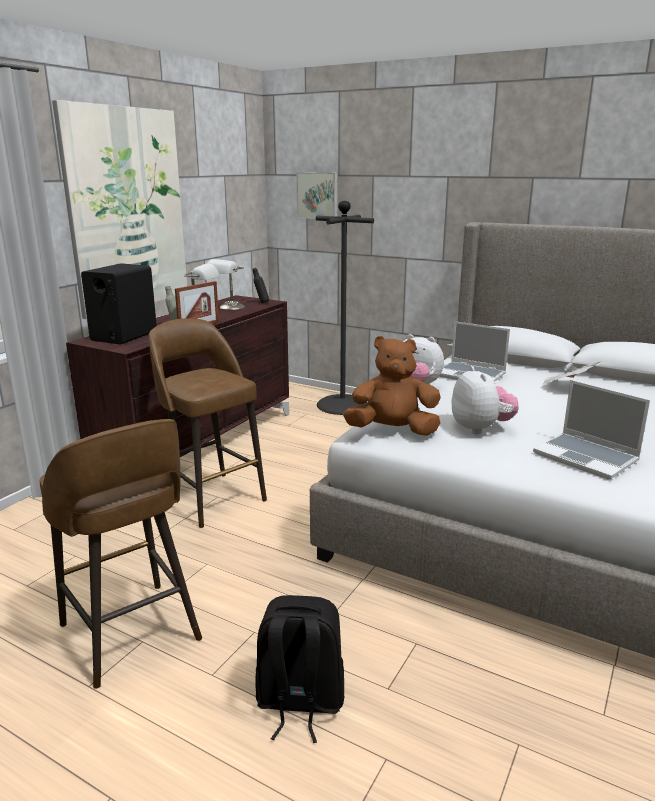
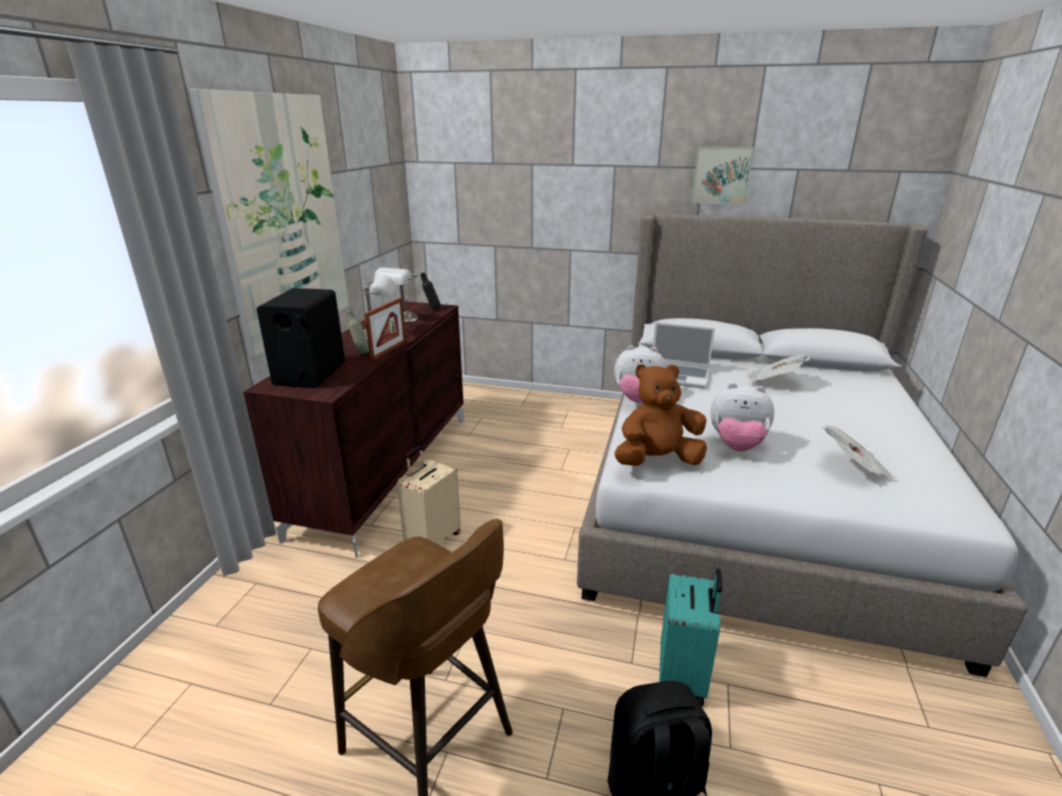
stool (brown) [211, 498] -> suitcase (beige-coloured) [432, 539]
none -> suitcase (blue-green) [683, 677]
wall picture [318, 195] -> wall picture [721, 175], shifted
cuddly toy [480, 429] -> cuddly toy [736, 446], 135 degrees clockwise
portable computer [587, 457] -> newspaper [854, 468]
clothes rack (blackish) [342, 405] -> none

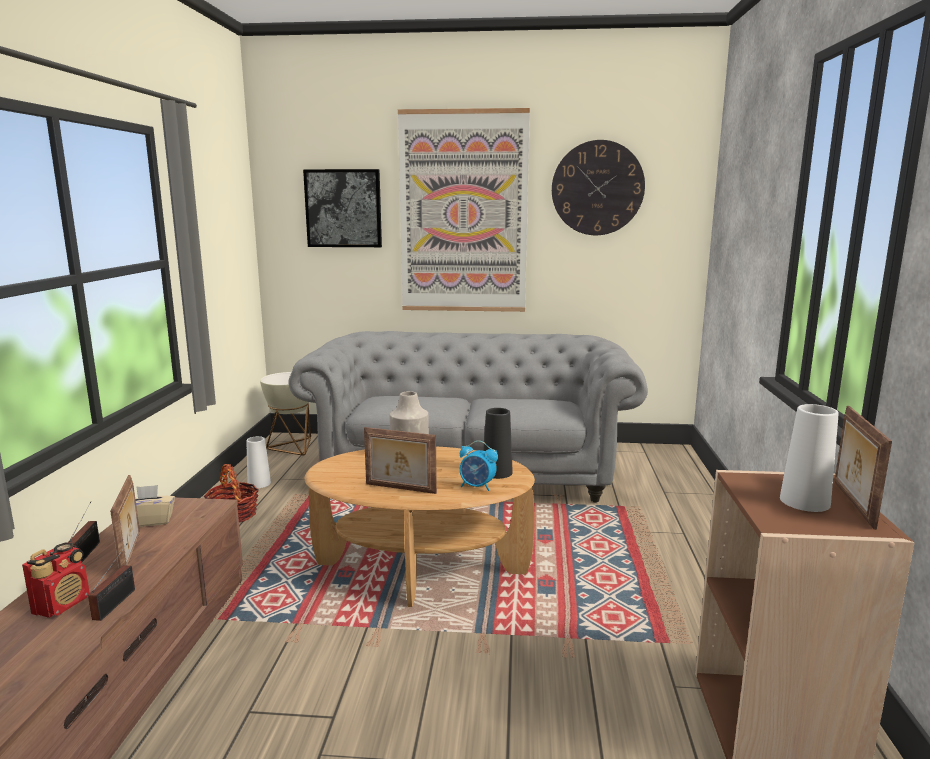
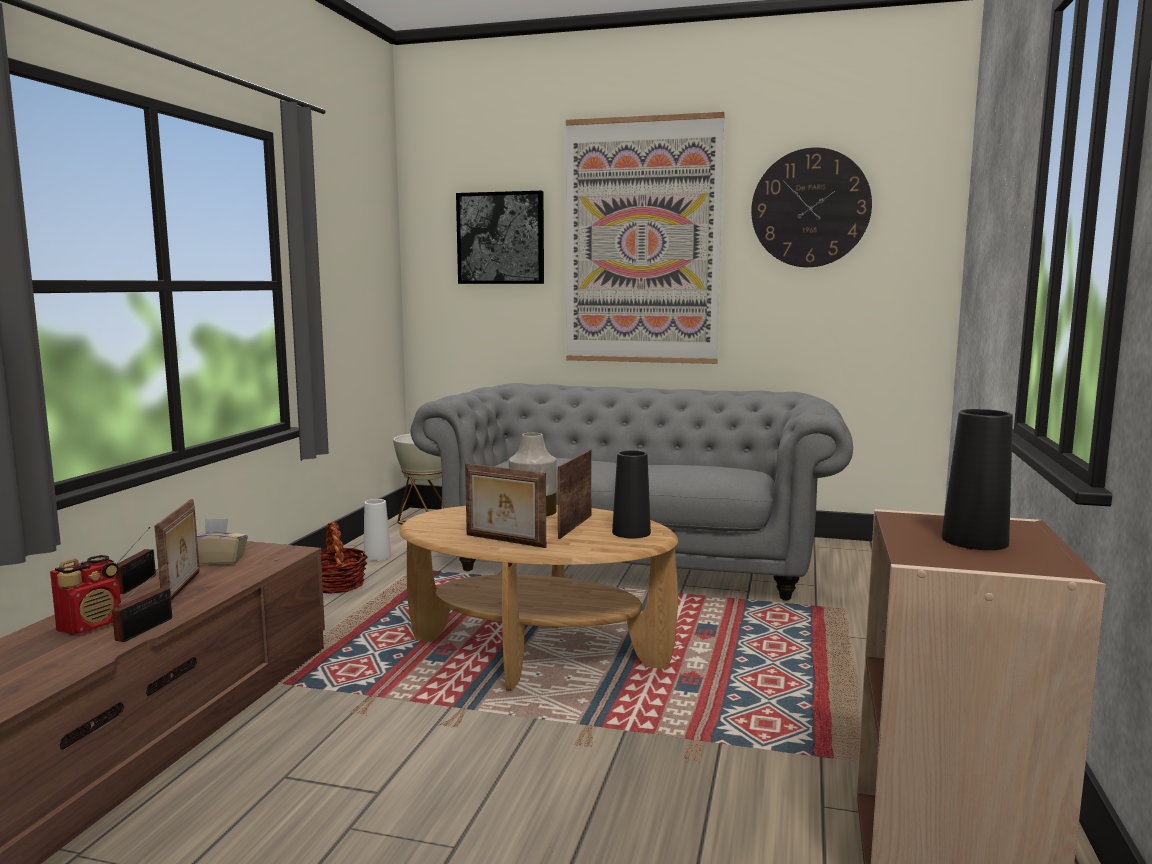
picture frame [851, 504] -> picture frame [573, 526], shifted
flower vase (white-coloured) [804, 501] -> flower vase (blackish) [974, 541]
table clock [477, 487] -> none

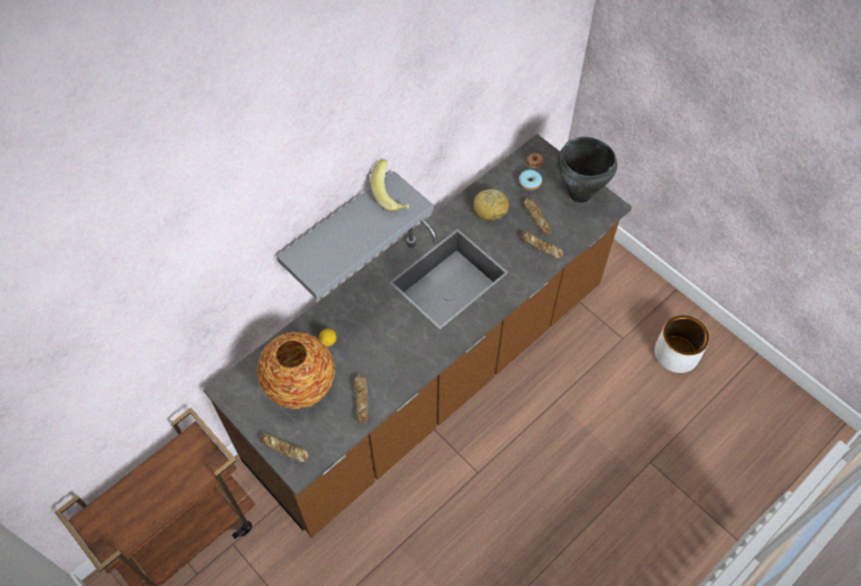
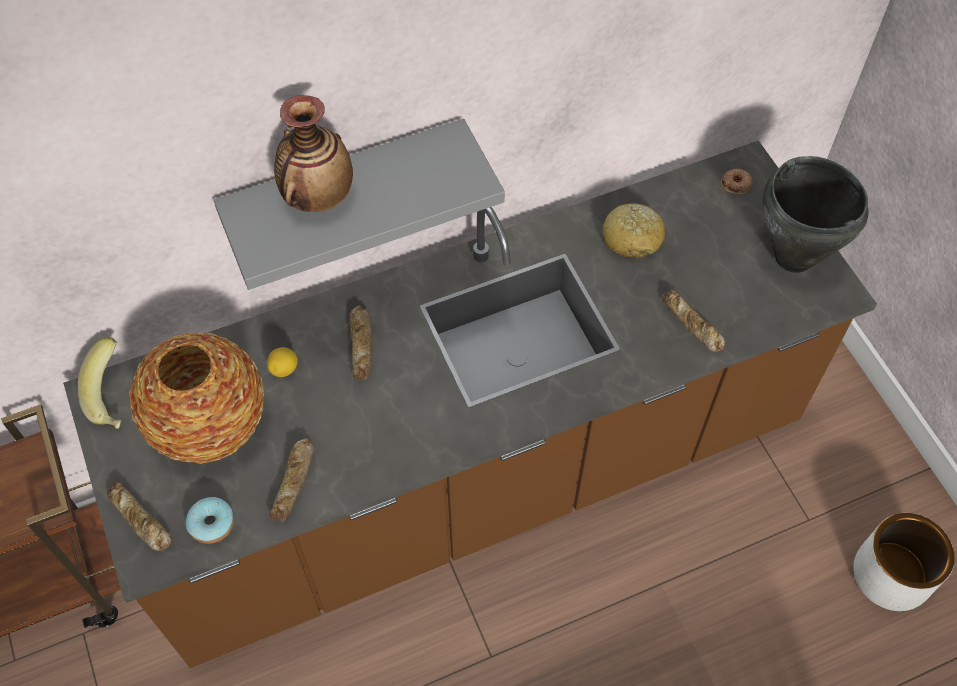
whole banana [392, 195] -> whole banana [114, 396], shifted
ring doughnut [529, 183] -> ring doughnut [212, 524], shifted
none -> flower vase [317, 196]
bakery bread [537, 218] -> bakery bread [361, 345], shifted

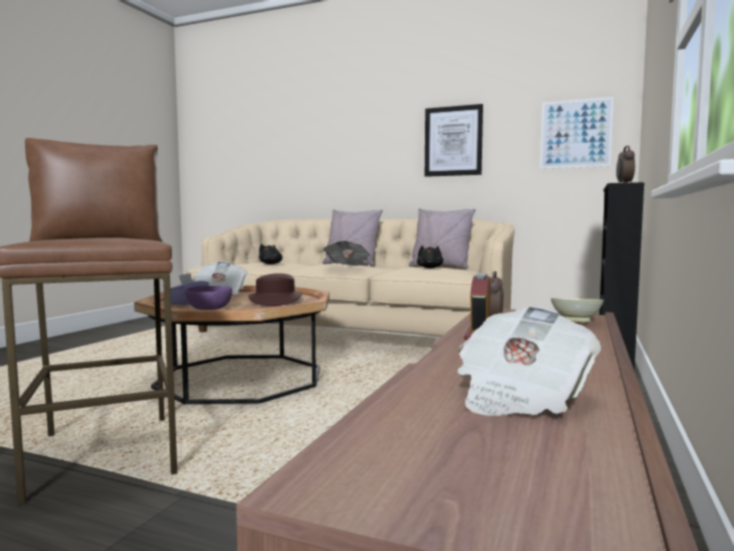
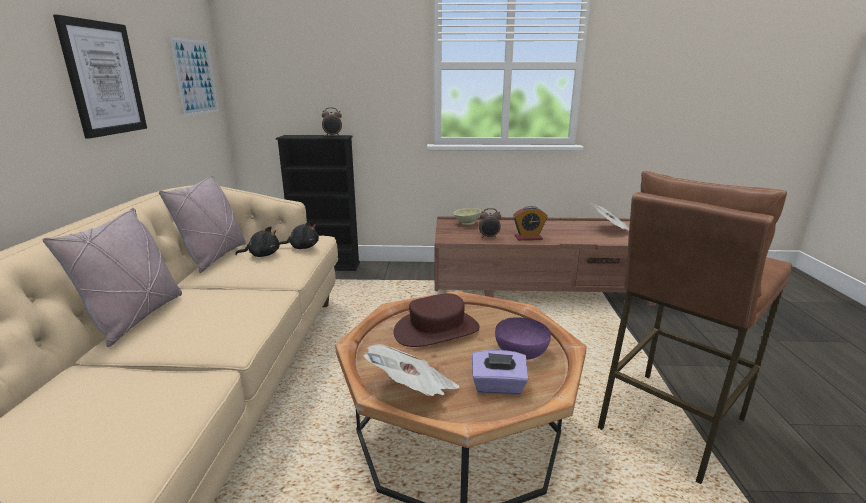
cuddly toy (blackish) [271, 264] -> cuddly toy (blackish) [302, 247], shifted
newspaper [348, 267] -> none

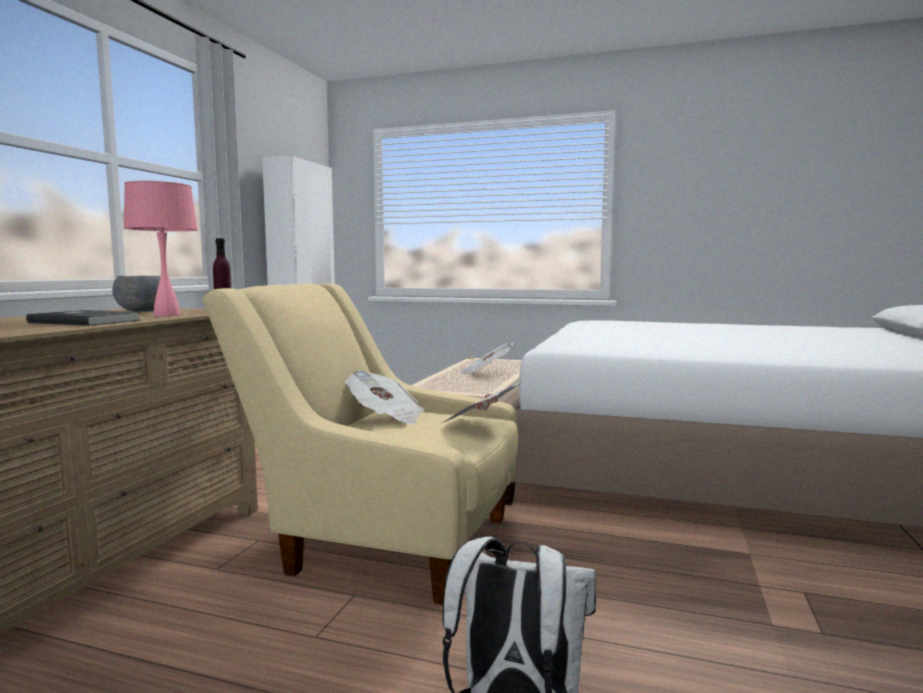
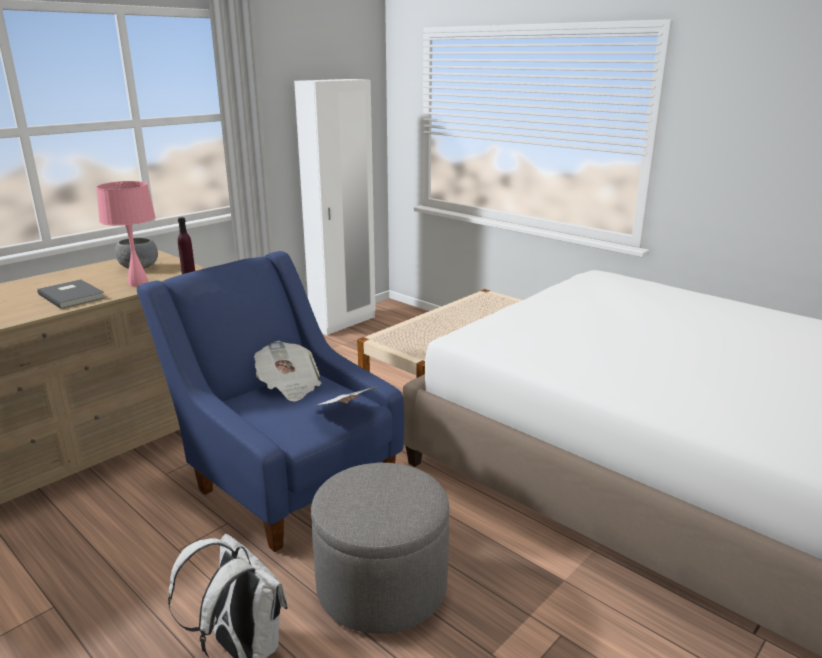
easy chair (beige-coloured) [383, 540] -> easy chair (blue-coloured) [287, 478]
none -> pouffe (grey) [382, 585]
newspaper [485, 373] -> none

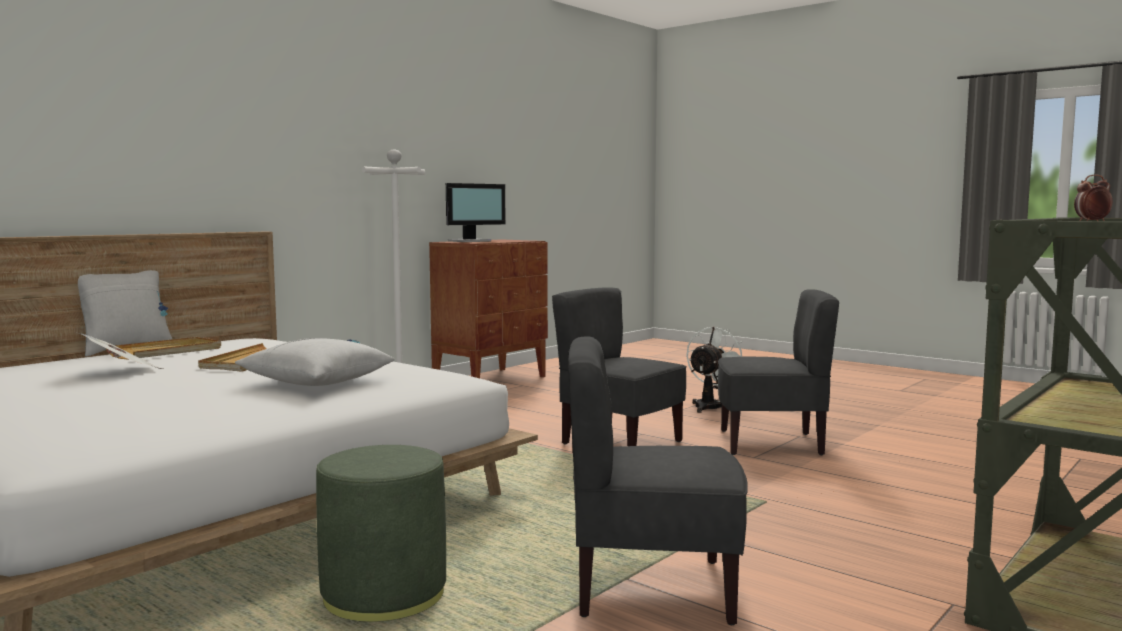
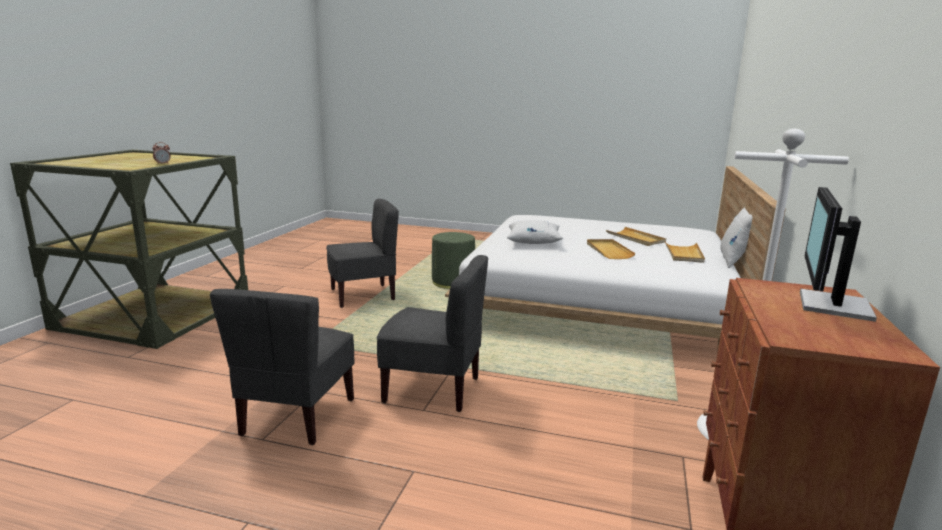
plain chair (grey) [771, 443] -> plain chair (grey) [296, 417], 60 degrees counterclockwise
newspaper [122, 371] -> carrying tray (beige-coloured) [635, 238]
fan (white-coloured) [710, 406] -> none

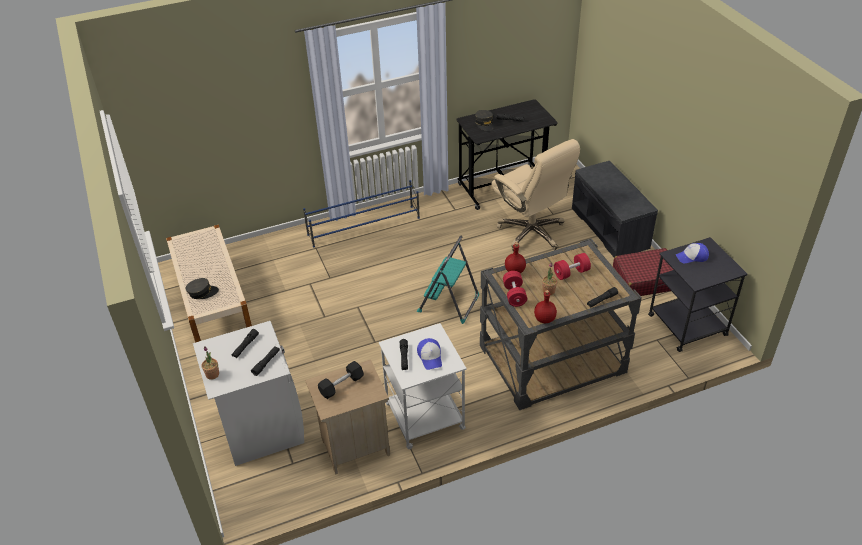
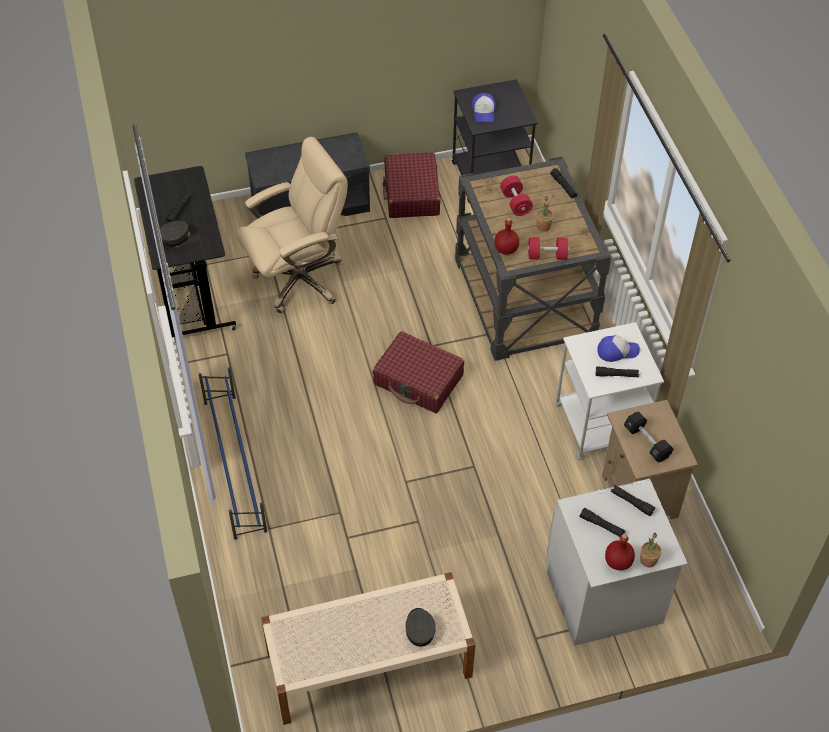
step stool (blue-green) [450, 304] -> suitcase (red-coloured) [418, 380]
drink bottle (red-coloured) [544, 319] -> drink bottle (red-coloured) [617, 562], shifted

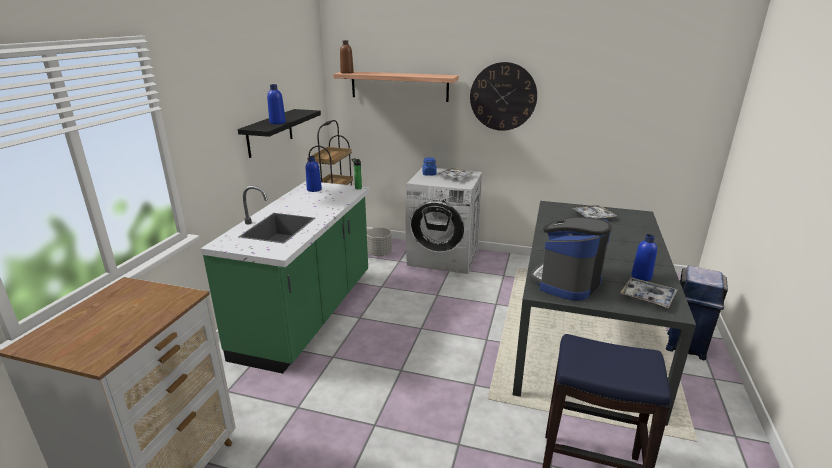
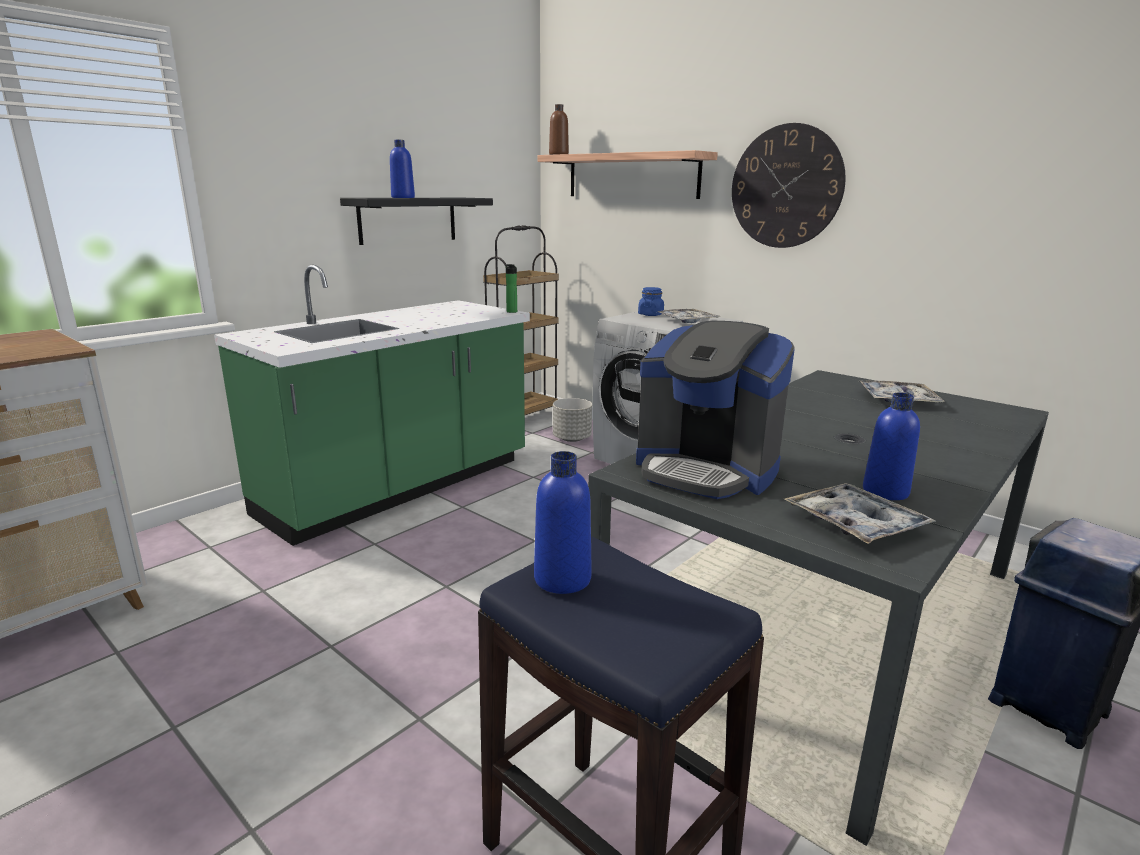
drink bottle (blue-coloured) [314, 189] -> drink bottle (blue-coloured) [562, 579], shifted
coffee brewer [566, 282] -> coffee brewer [706, 470], 120 degrees counterclockwise

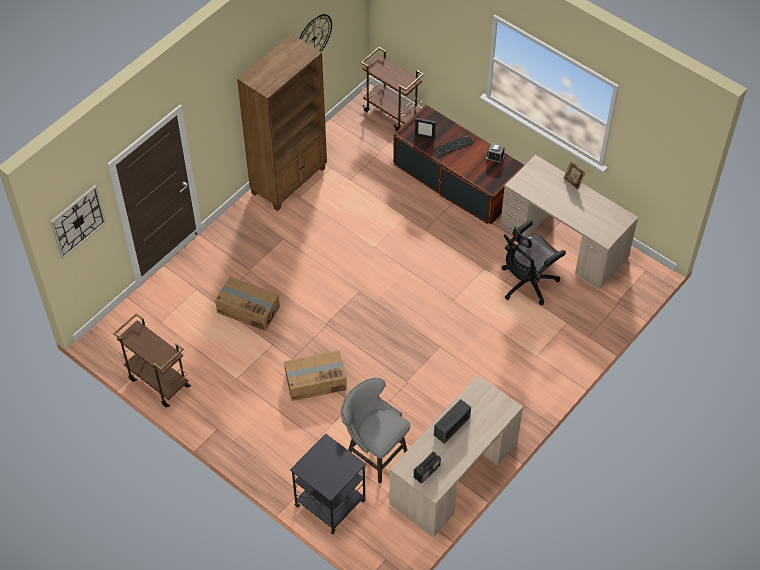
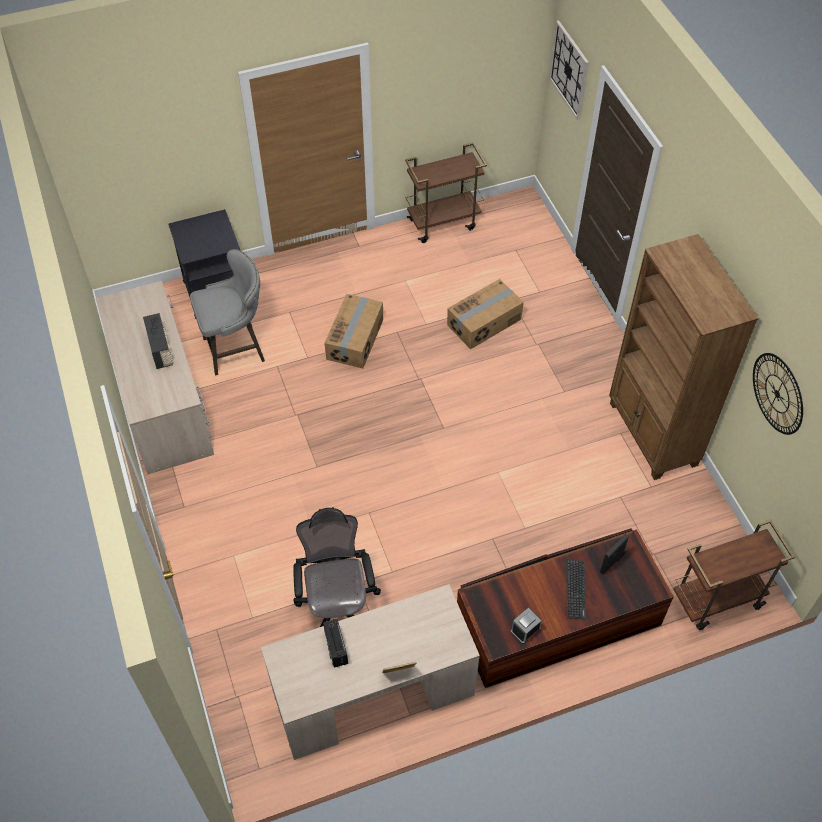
radio receiver [427, 471] -> radio receiver [336, 648], shifted

